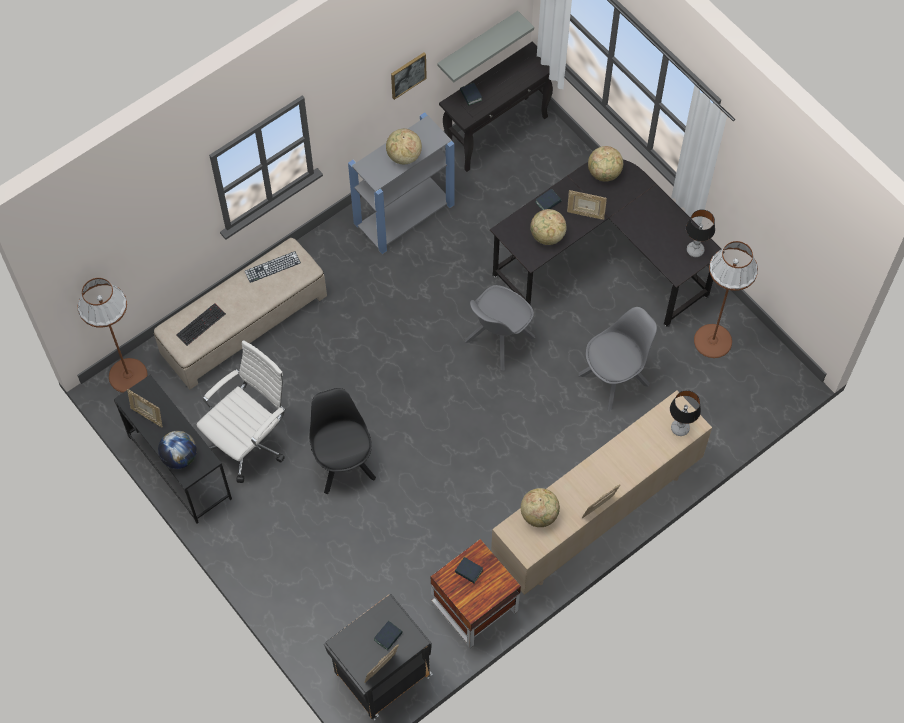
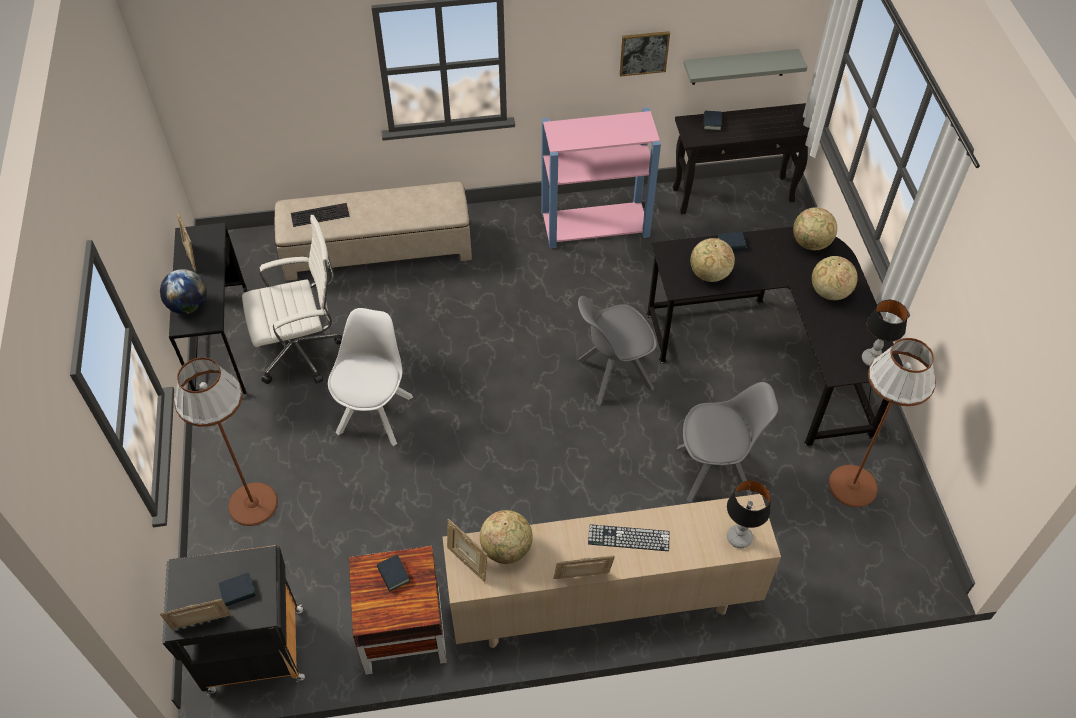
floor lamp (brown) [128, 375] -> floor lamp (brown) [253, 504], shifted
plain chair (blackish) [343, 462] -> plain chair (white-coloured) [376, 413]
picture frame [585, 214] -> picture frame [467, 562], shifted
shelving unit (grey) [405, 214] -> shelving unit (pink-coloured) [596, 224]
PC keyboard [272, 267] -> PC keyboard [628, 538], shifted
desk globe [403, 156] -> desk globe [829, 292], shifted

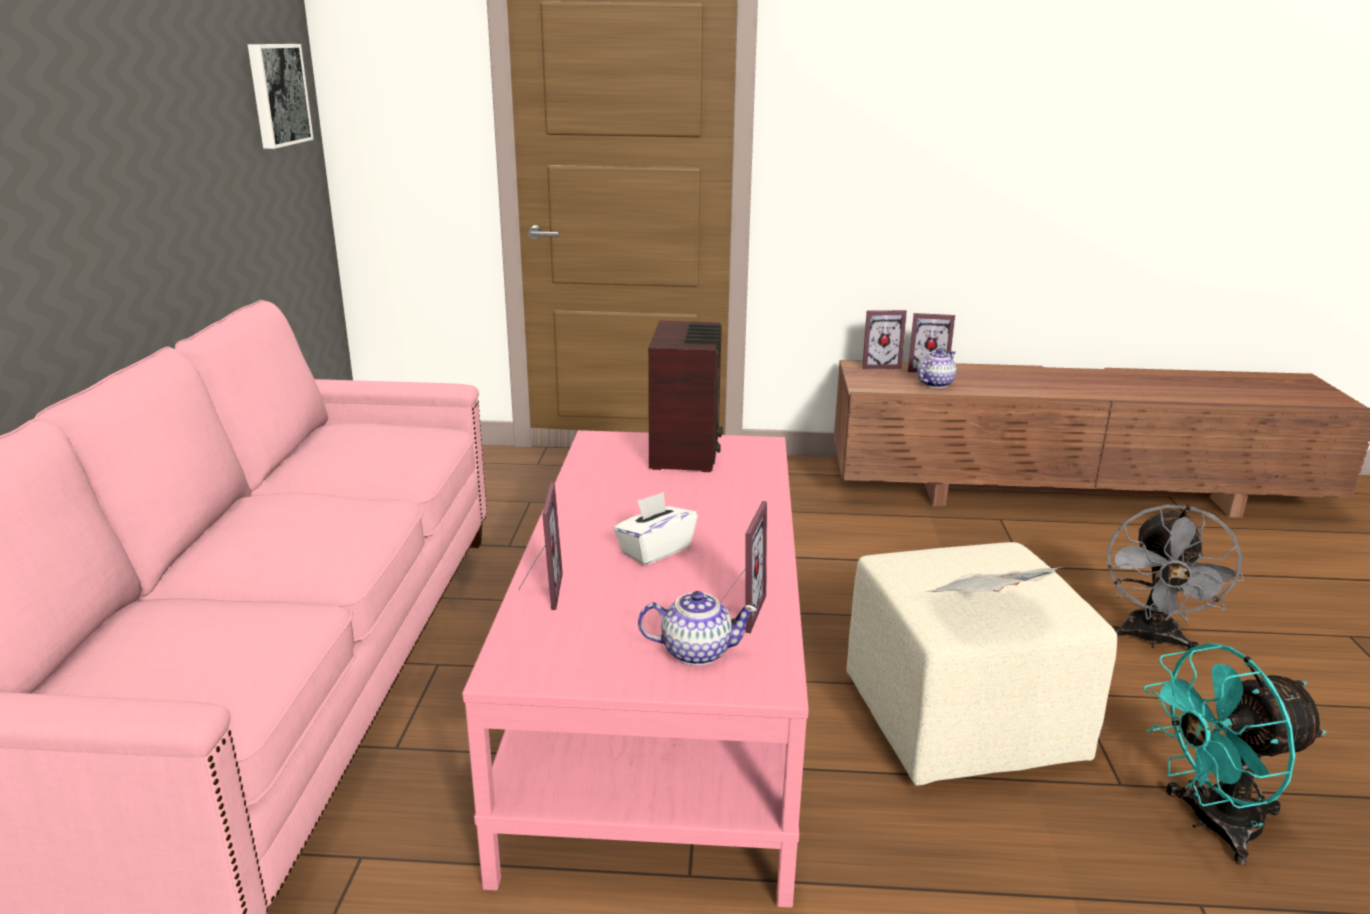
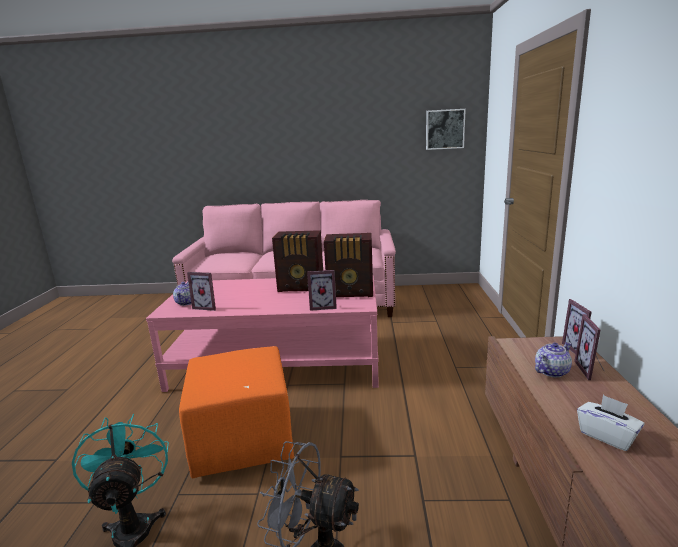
pouffe (beige-coloured) [962, 721] -> pouffe (orangey) [244, 442]
none -> radio receiver [302, 287]
picture frame [539, 591] -> picture frame [323, 306], shifted
teapot [934, 384] -> teapot [551, 371], 75 degrees counterclockwise
box of tissues (white-coloured) [655, 550] -> box of tissues (white-coloured) [607, 436], shifted
newspaper [988, 609] -> none

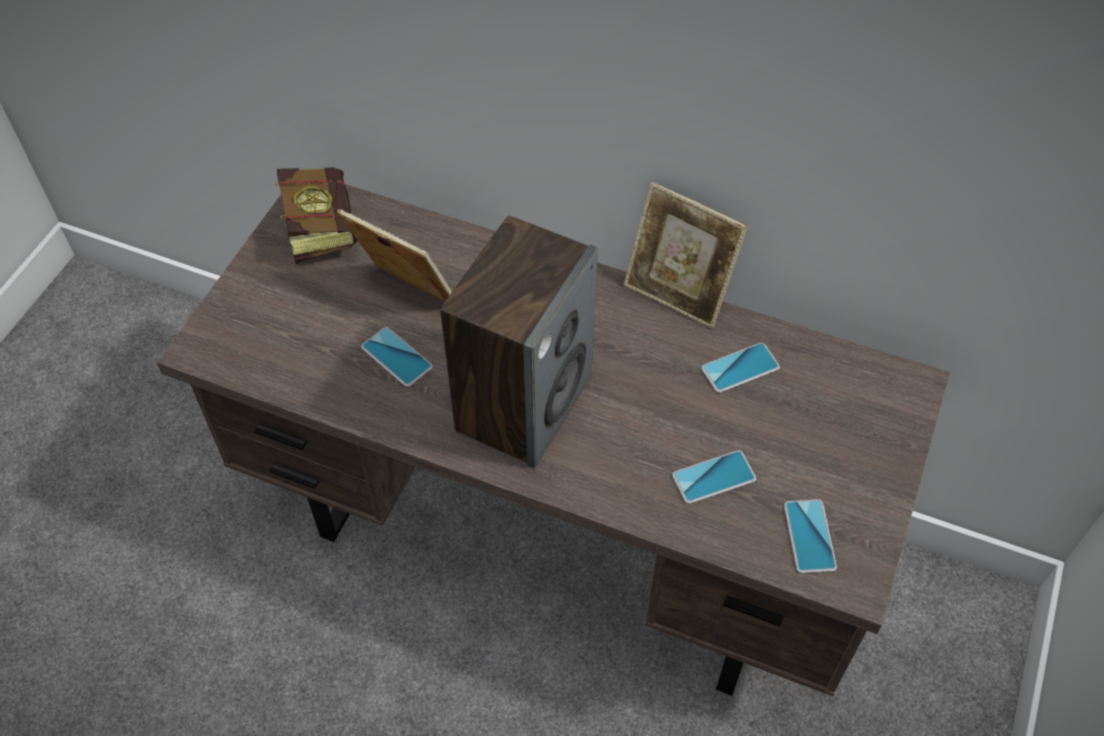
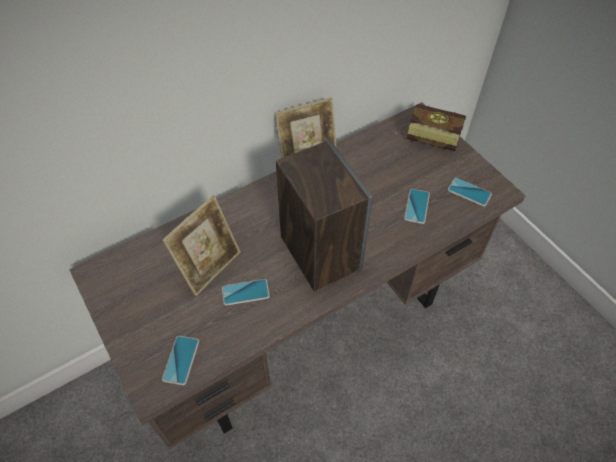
picture frame [406, 297] -> picture frame [209, 266], 150 degrees clockwise
telephone [740, 368] -> telephone [181, 360], shifted
bound book [319, 224] -> bound book [427, 135], shifted

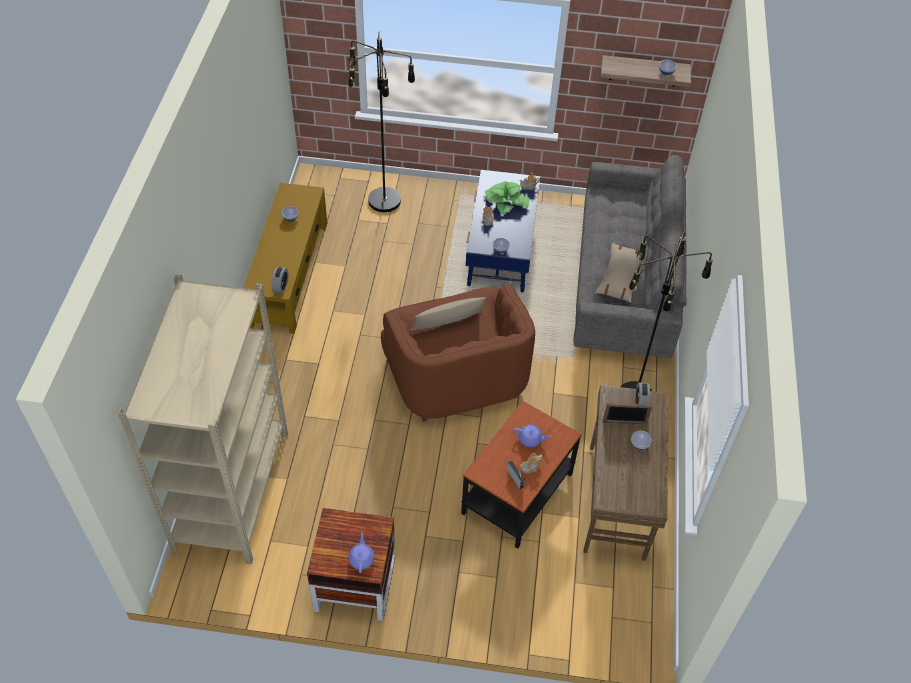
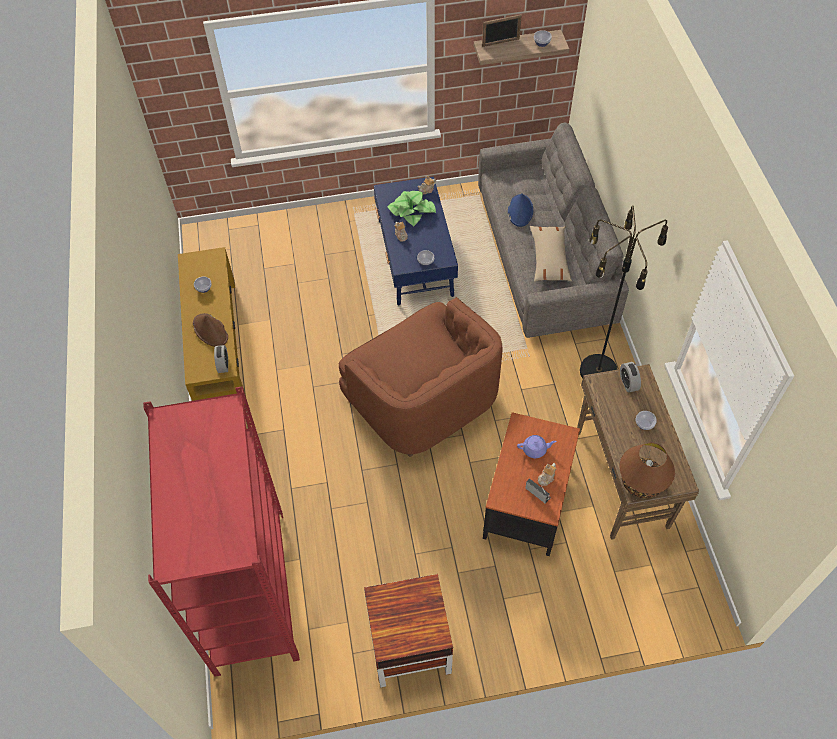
shelving unit (beige-coloured) [232, 491] -> shelving unit (red-coloured) [250, 590]
none -> clothing hat (brown) [210, 331]
picture frame [624, 423] -> picture frame [500, 42], shifted
none -> clothing hat (blue-coloured) [520, 211]
none -> table lamp (brown) [642, 482]
teapot (purple-coloured) [361, 559] -> none
floor lamp [383, 201] -> none
cushion (beige-coloured) [448, 325] -> none

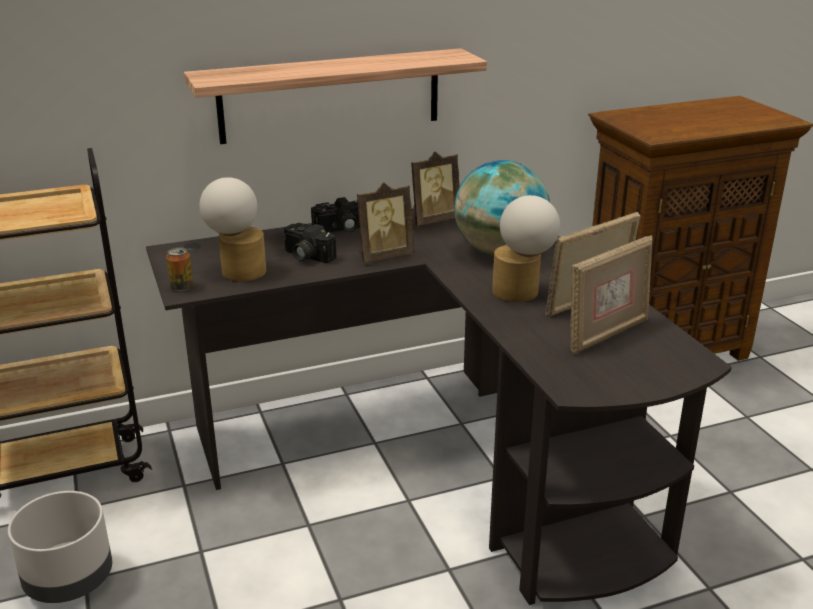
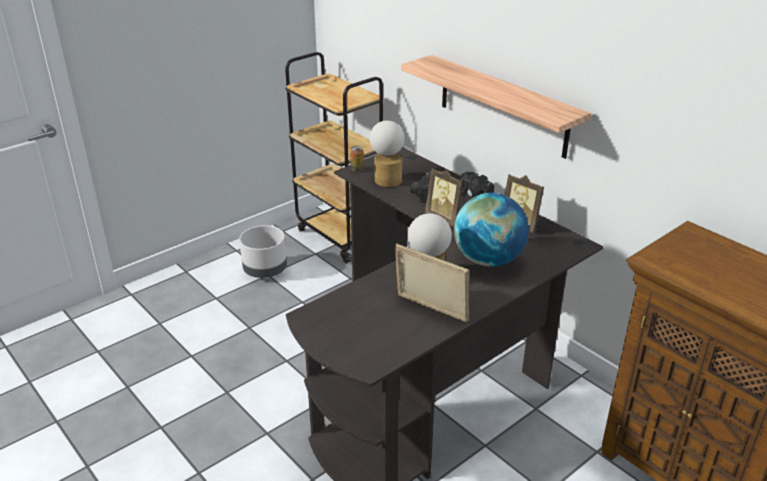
picture frame [607, 335] -> none

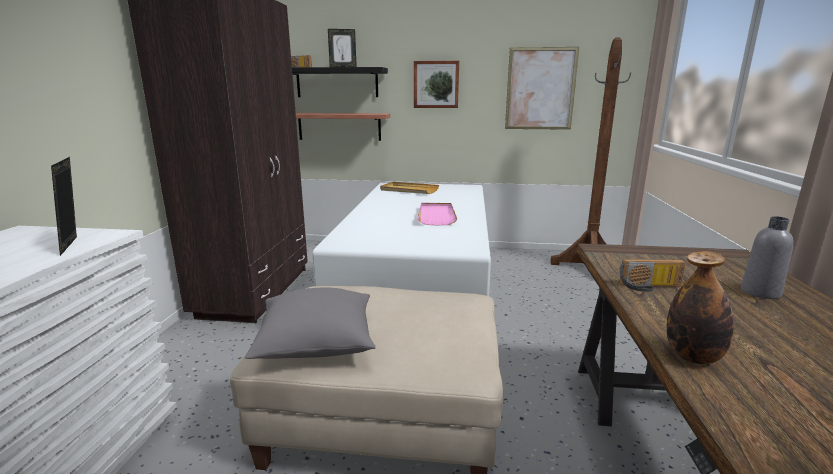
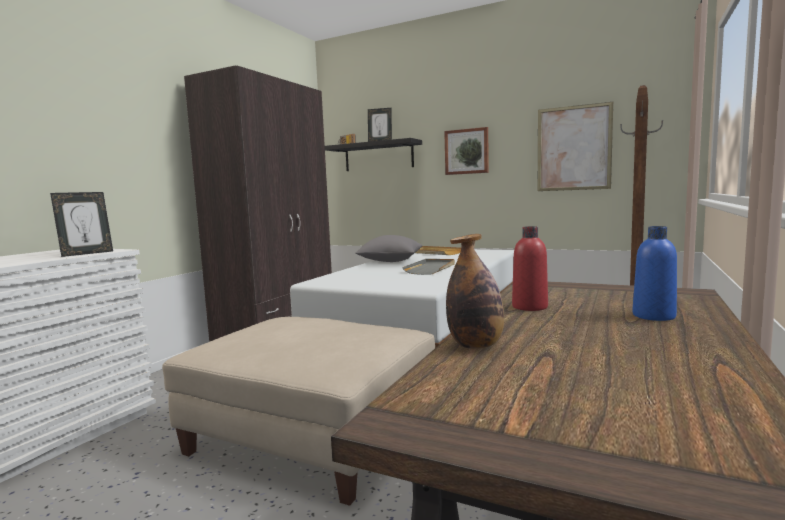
picture frame [75, 245] -> picture frame [86, 253], 135 degrees counterclockwise
cushion (grey) [316, 344] -> cushion (grey) [390, 261], shifted
carrying tray (pink-coloured) [436, 216] -> carrying tray (grey) [431, 269]
radio receiver [650, 287] -> drink bottle (red-coloured) [529, 307]
drink bottle (grey) [760, 292] -> drink bottle (blue-coloured) [653, 316]
bracket shelf [339, 126] -> none

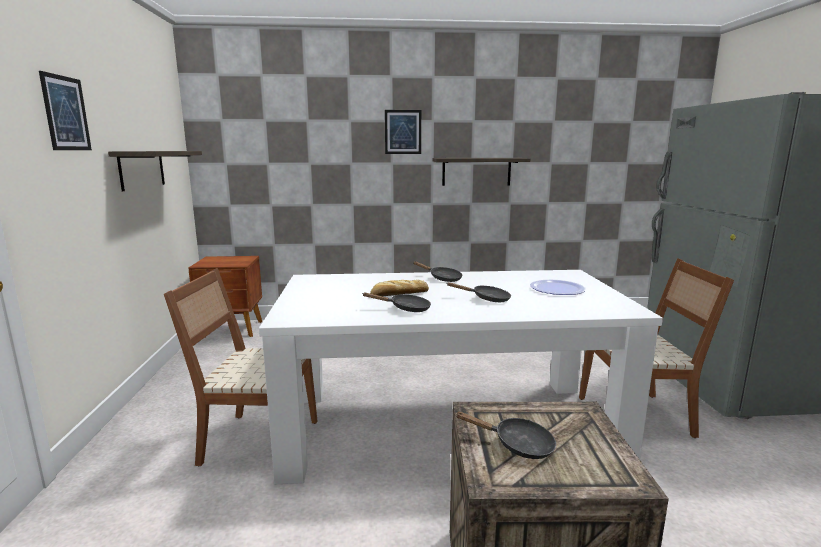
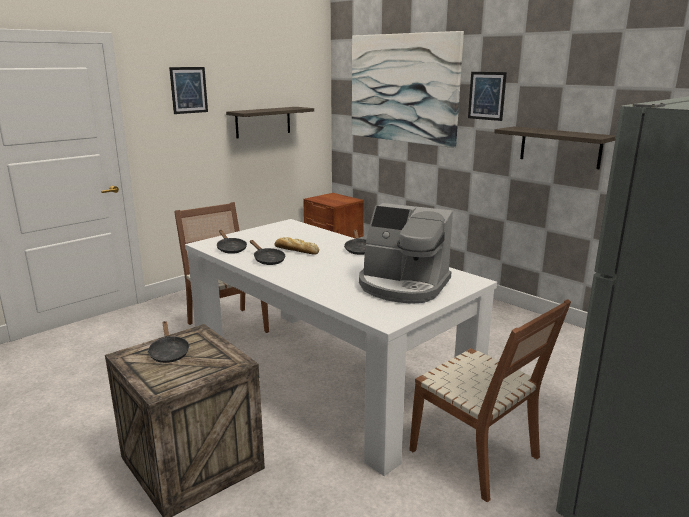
frying pan (blackish) [487, 299] -> frying pan (blackish) [230, 249], shifted
none -> wall picture [402, 88]
plate [557, 289] -> coffee brewer [403, 286]

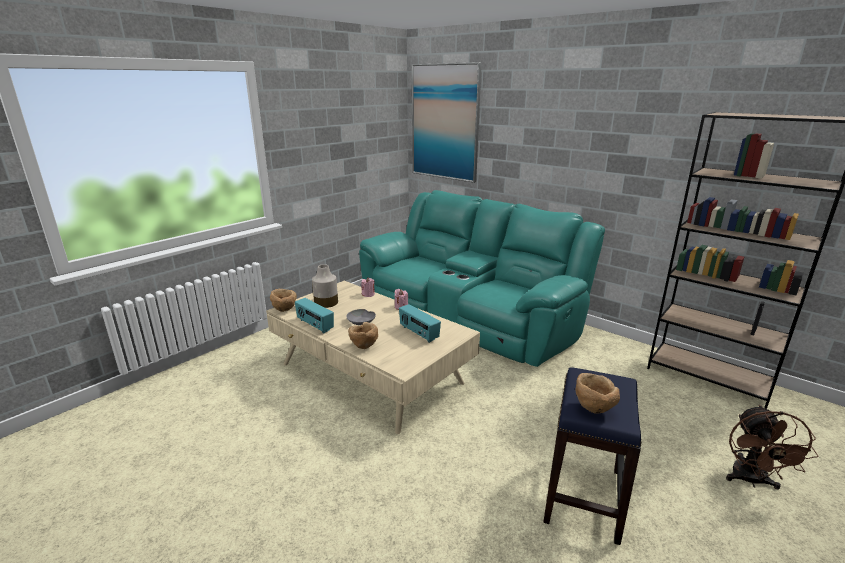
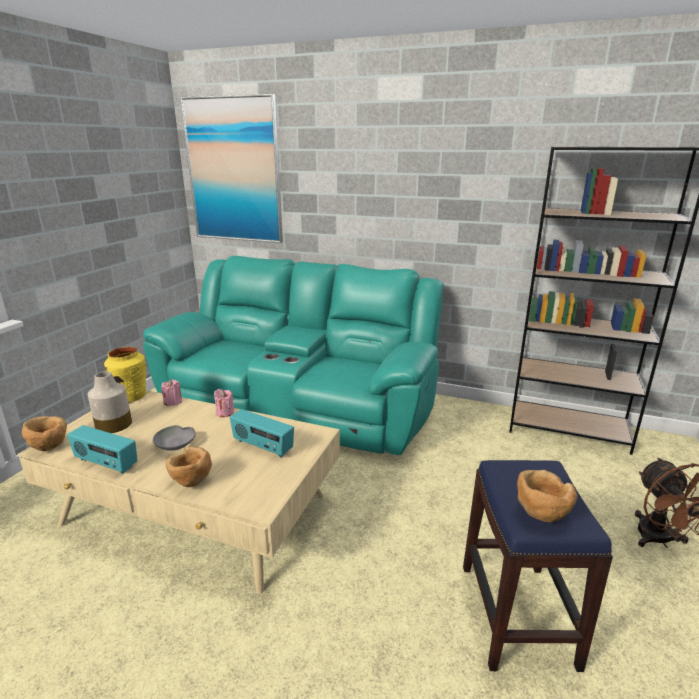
none -> flower vase (yellowish) [131, 396]

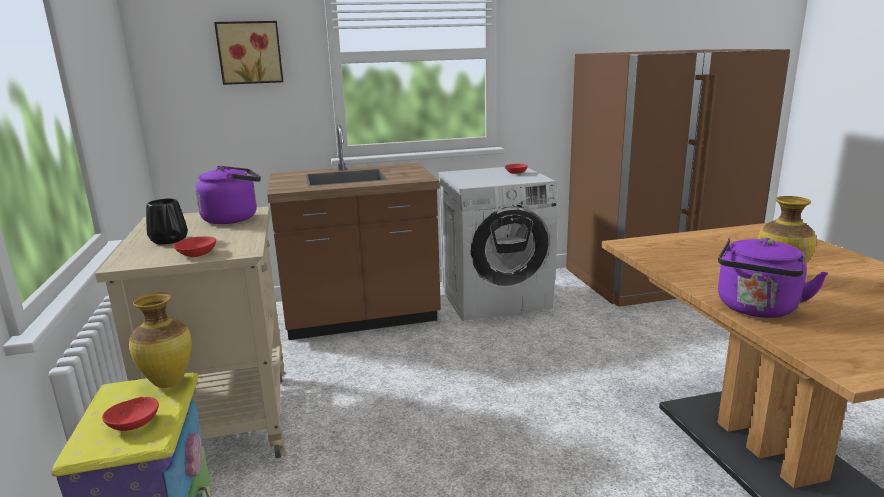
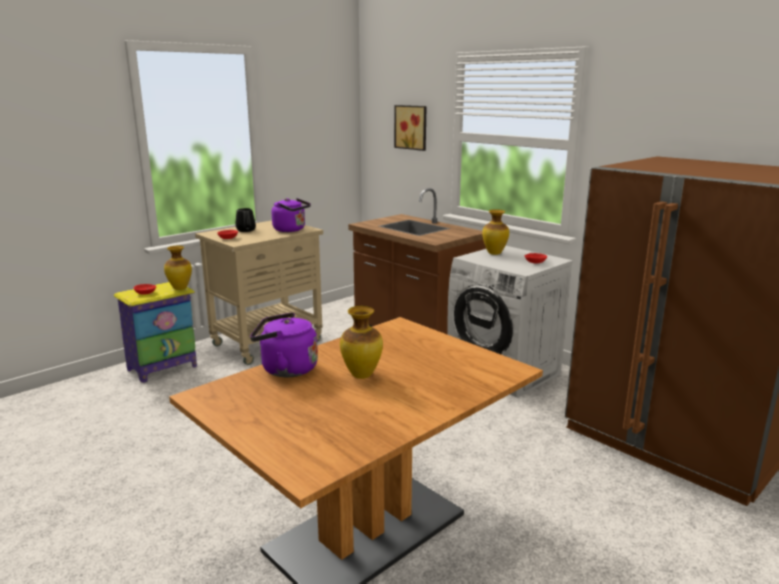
none -> flower vase [494, 253]

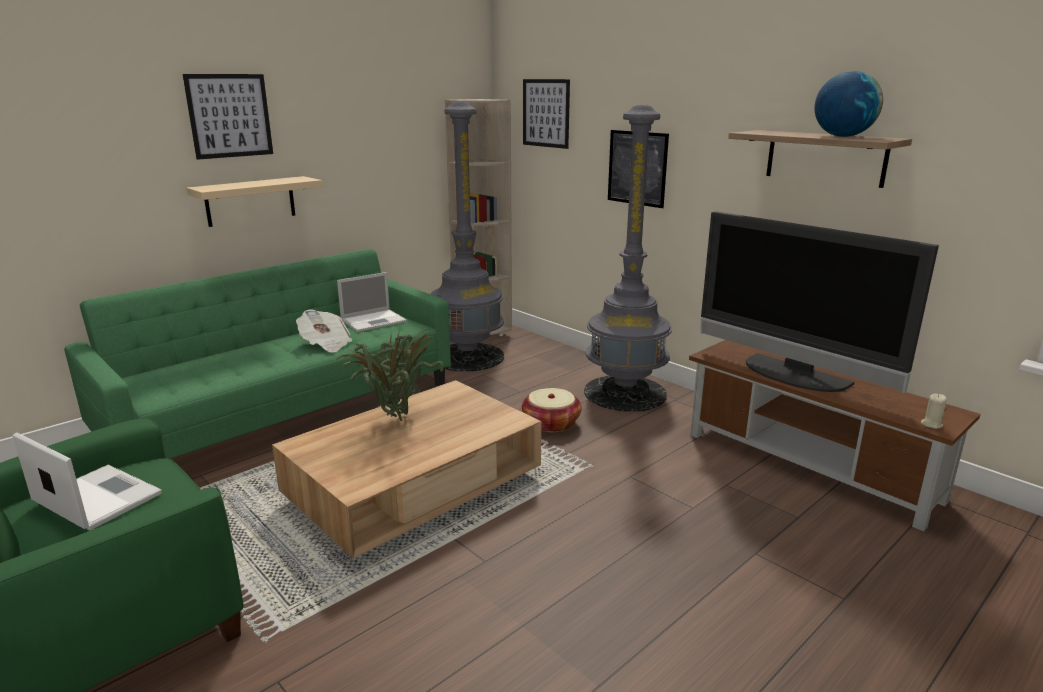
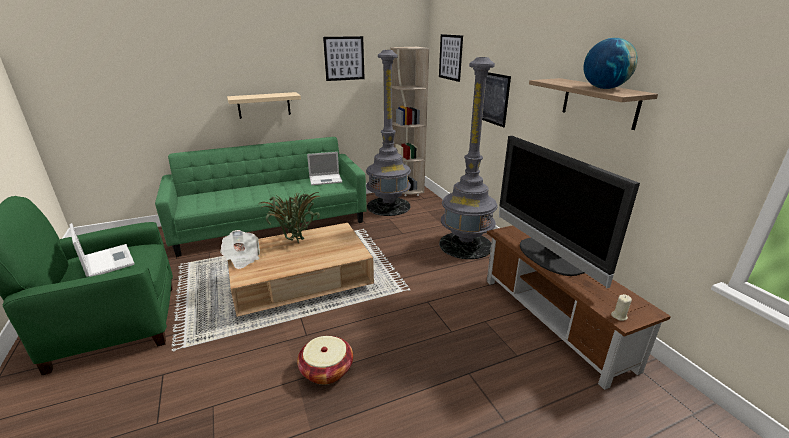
newspaper [325, 344] -> newspaper [242, 258], shifted
basket [551, 423] -> basket [326, 370], shifted
wall picture [230, 116] -> wall picture [344, 58], shifted

